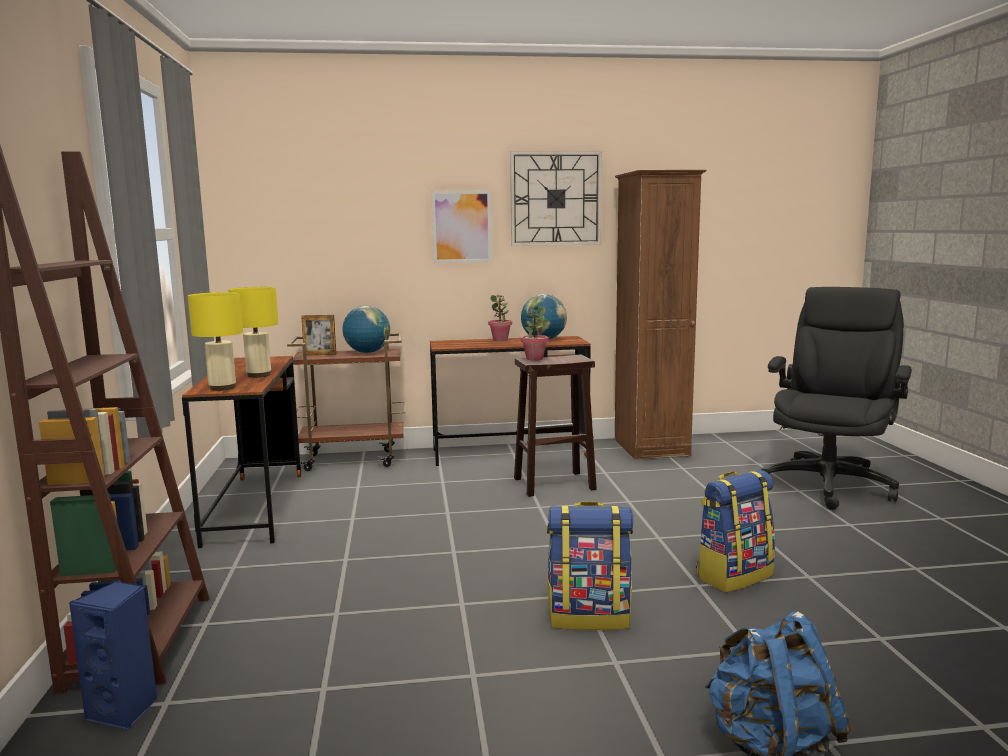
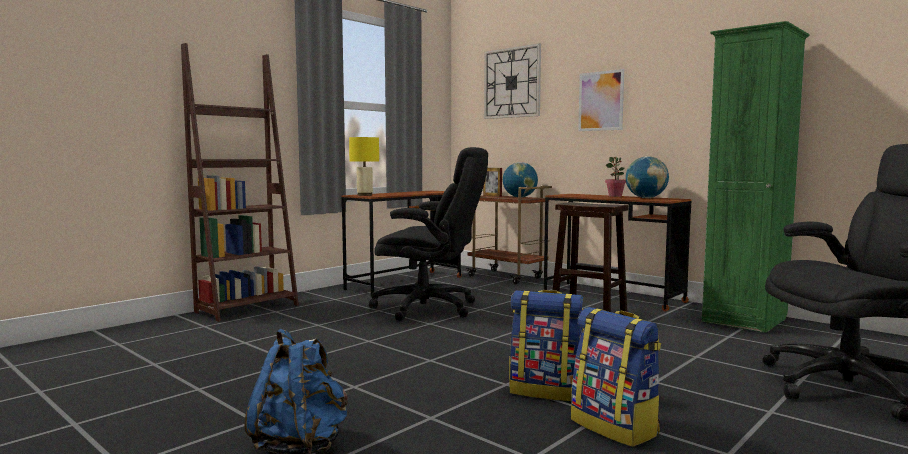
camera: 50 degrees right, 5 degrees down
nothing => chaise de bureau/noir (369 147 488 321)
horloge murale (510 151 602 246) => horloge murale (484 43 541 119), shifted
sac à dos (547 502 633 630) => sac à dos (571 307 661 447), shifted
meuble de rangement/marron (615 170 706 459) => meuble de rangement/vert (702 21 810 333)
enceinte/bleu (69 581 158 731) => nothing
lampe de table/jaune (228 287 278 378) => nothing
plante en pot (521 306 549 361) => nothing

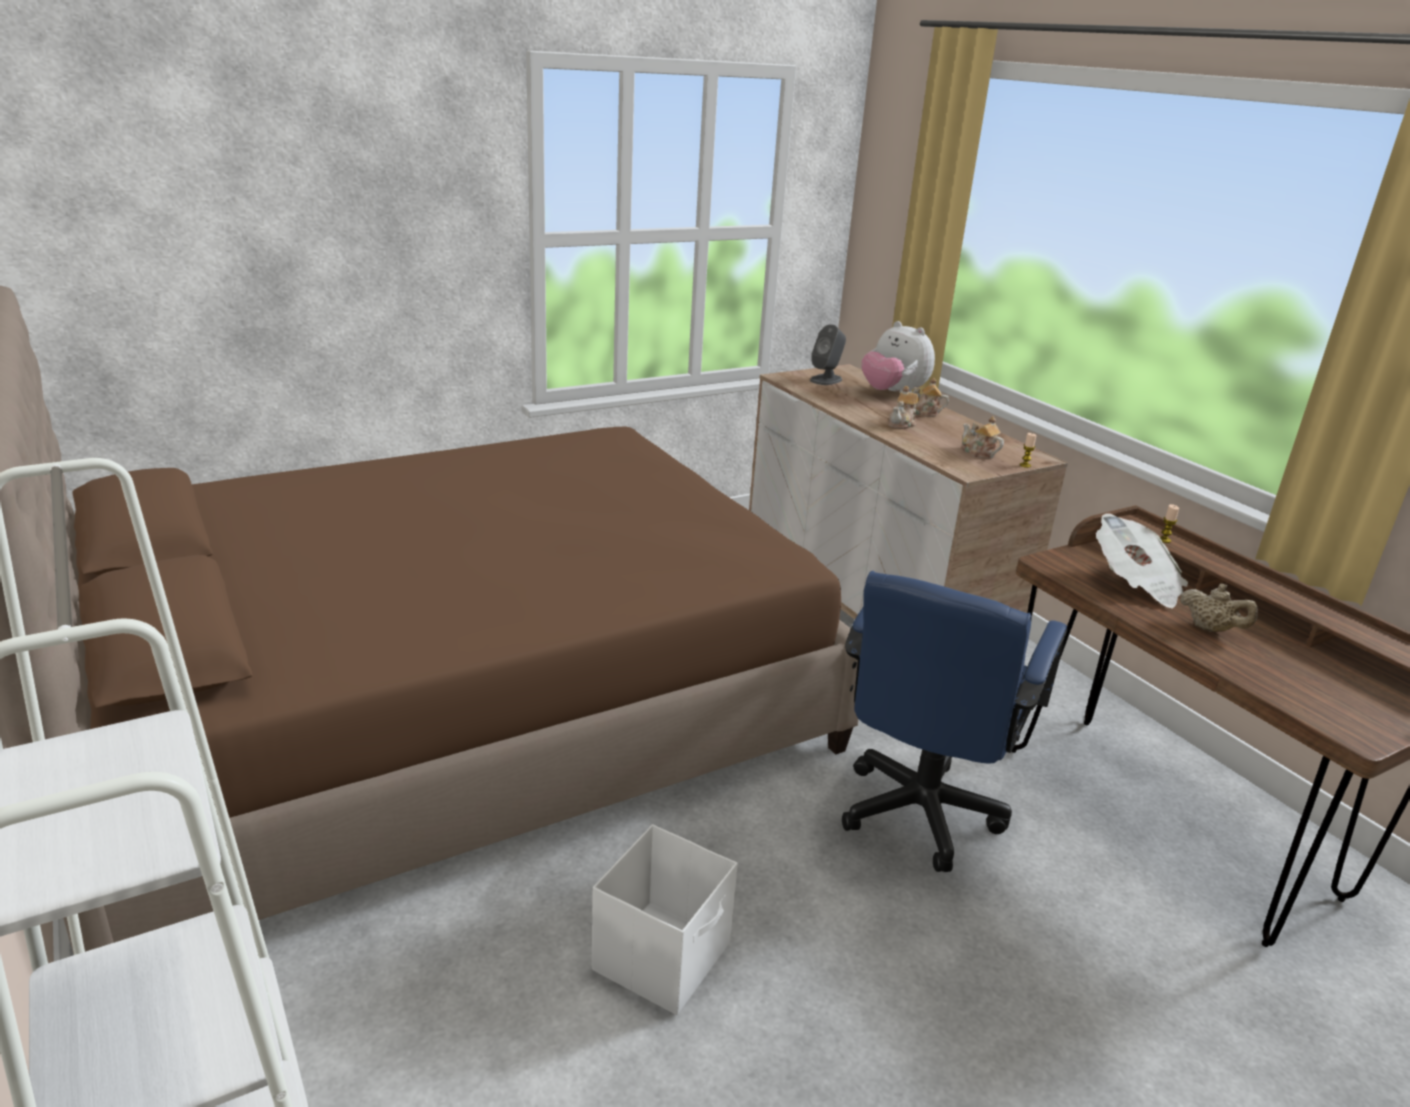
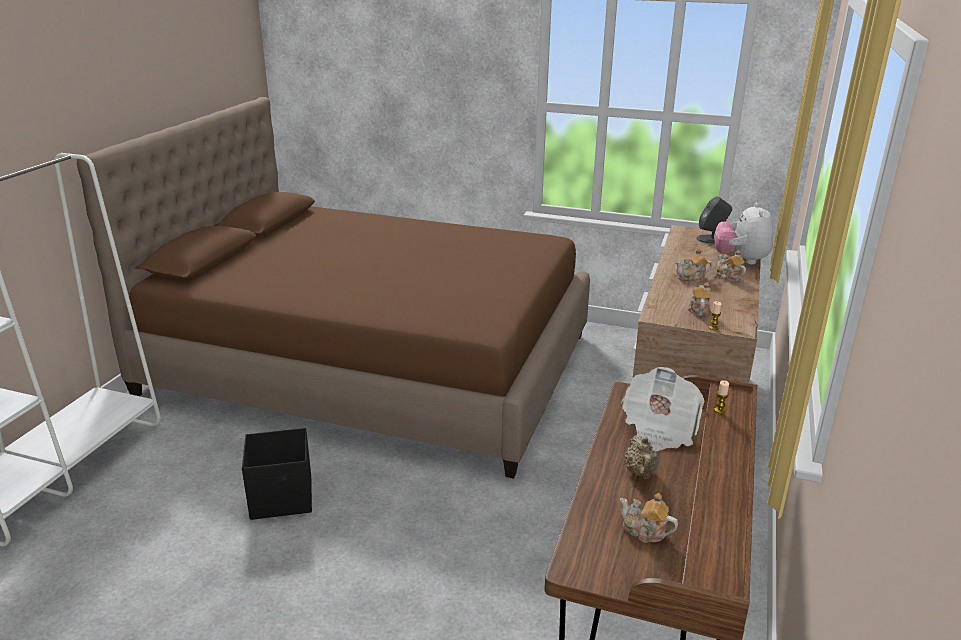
camera: 50 degrees right, 0 degrees up
boîte de rangement/blanc (592 825 738 1015) => boîte de rangement/noir (242 428 312 520)
nothing => théière (620 493 678 543)
chaise de bureau/bleu (842 571 1067 872) => nothing

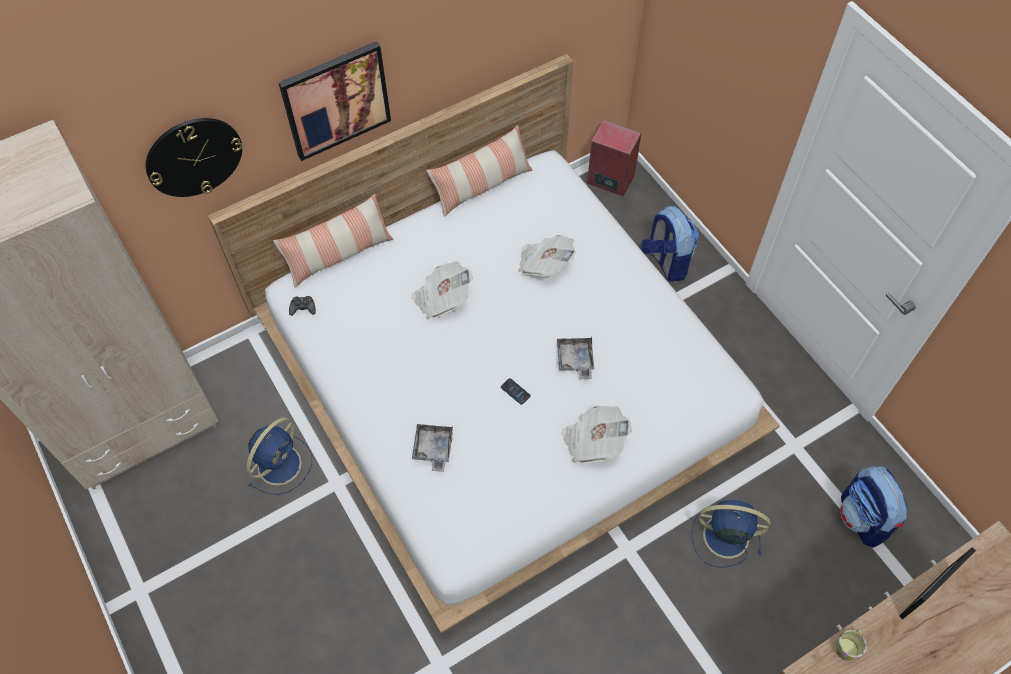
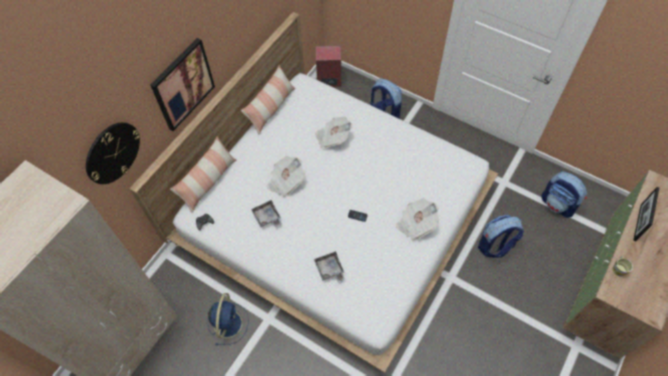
camera: 25 degrees left, 0 degrees up
plateau/gris (557 337 594 379) => plateau/gris (251 200 282 227), shifted
ventilateur/bleu (692 500 770 568) => sac à dos (478 215 524 258)

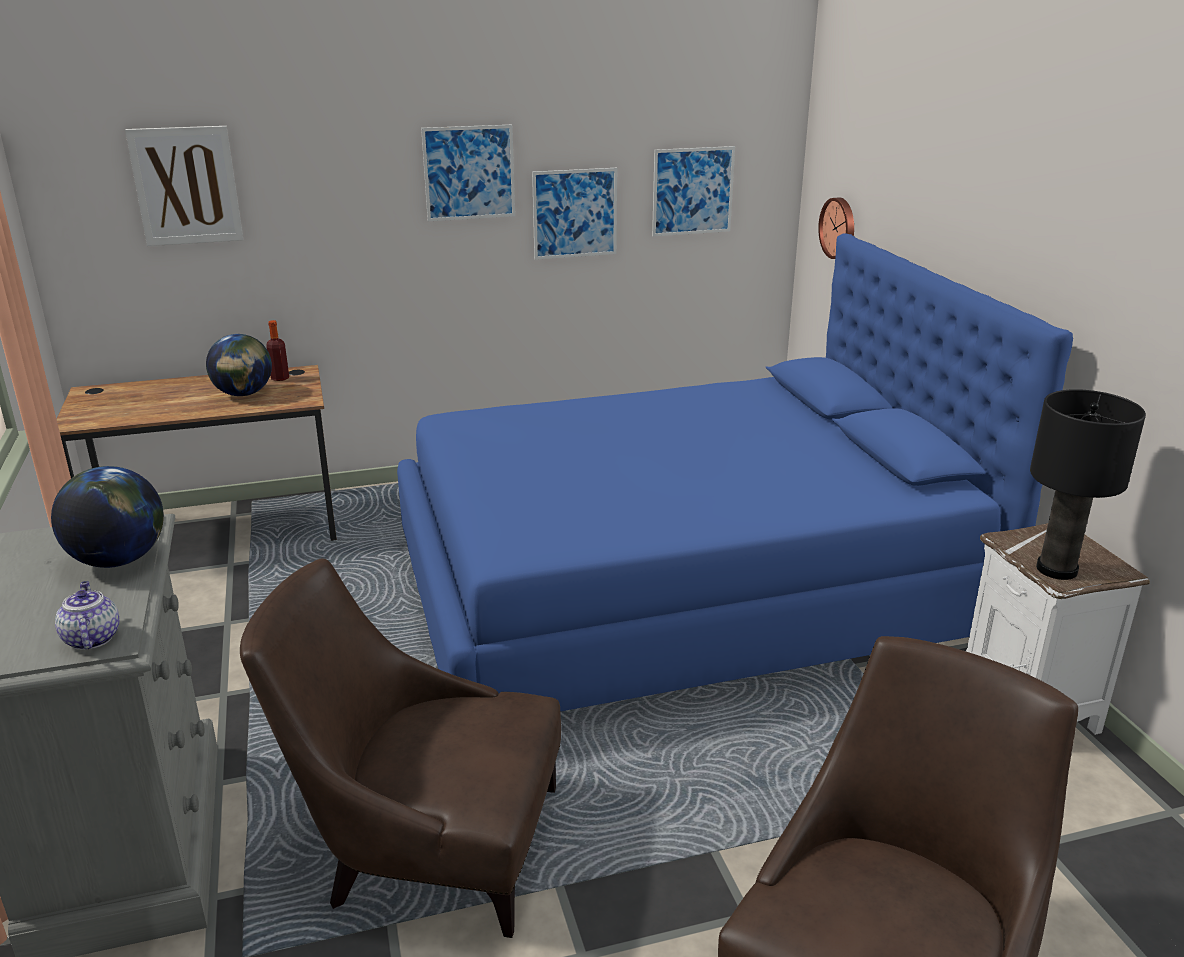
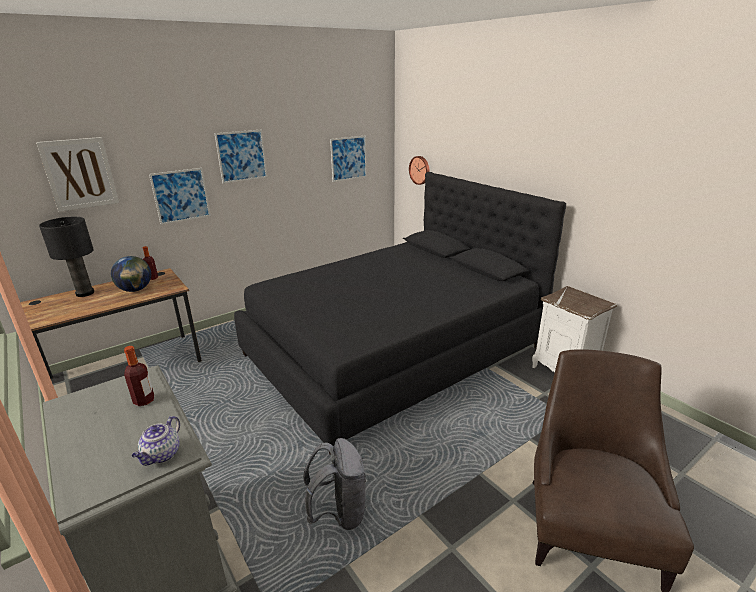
camera: 20 degrees left, 0 degrees up
lampe de table/noir (1030 389 1146 580) => lampe de table/noir (39 217 94 297), shifted
globe (51 466 164 568) => bouteille (124 346 154 406)
théière (55 581 119 650) => théière (132 416 180 466), 120 degrees counterclockwise
tableau (532 168 617 260) => tableau (149 168 211 225), shifted
lit/bleu (397 233 1073 712) => lit/noir (234 172 566 455)
fauteuil/marron (240 559 561 938) => sac à dos/gris (303 438 367 530)

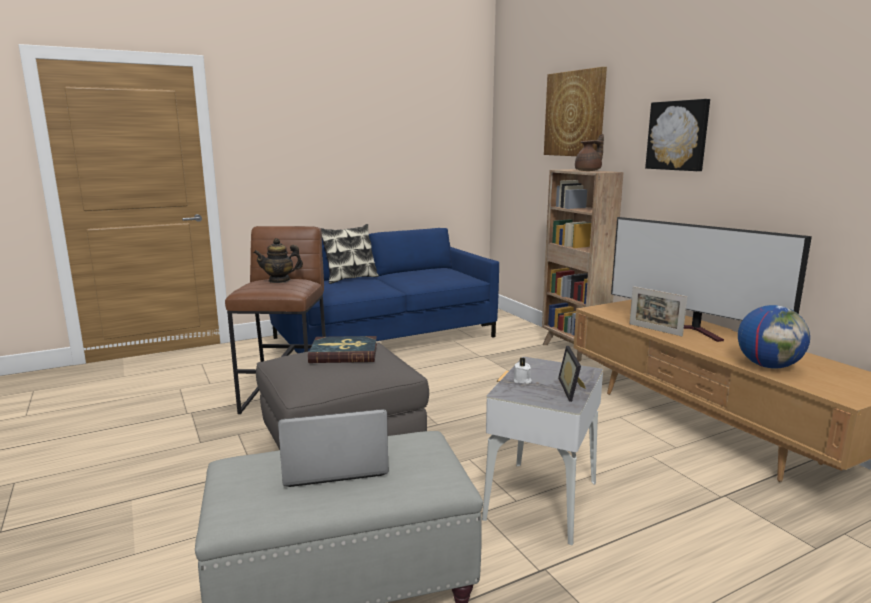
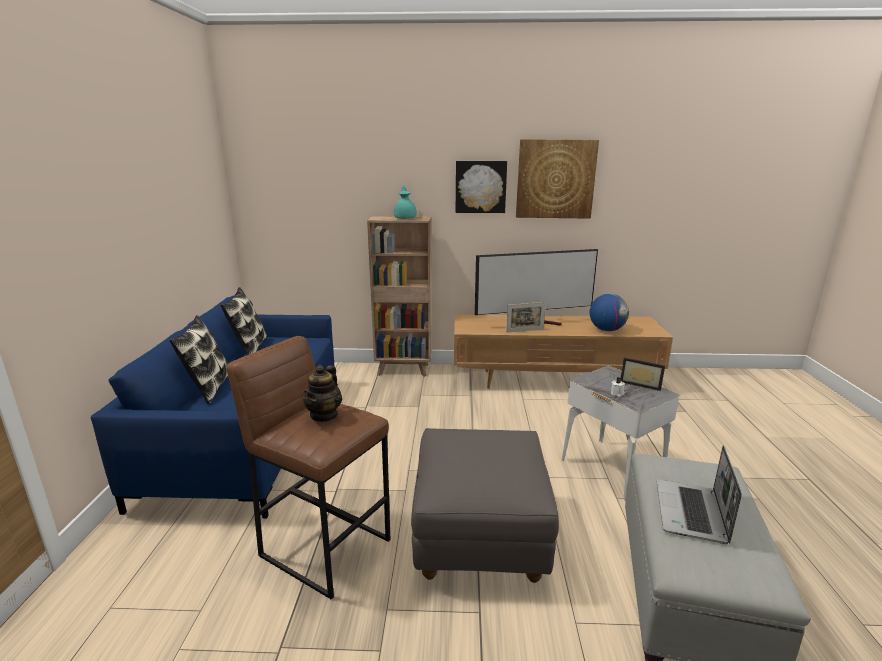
camera: 60 degrees left, 5 degrees up
nothing => coussin (221 287 267 355)
théière/marron (575 134 604 171) => théière/turquoise (394 185 417 219)
tableau (544 67 607 156) => tableau (516 139 599 219), shifted
livre (308 336 377 363) => nothing

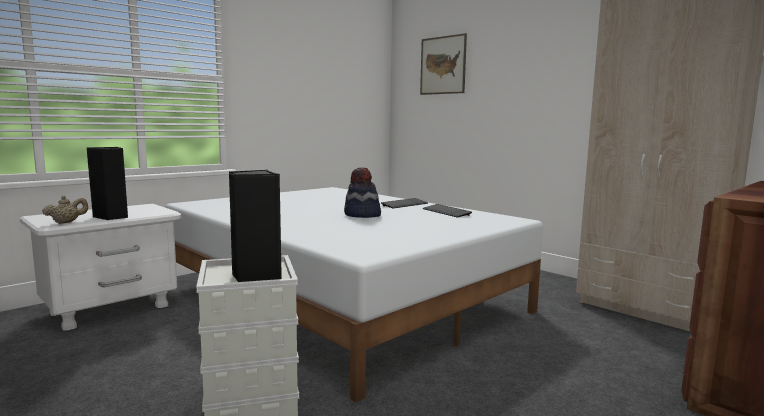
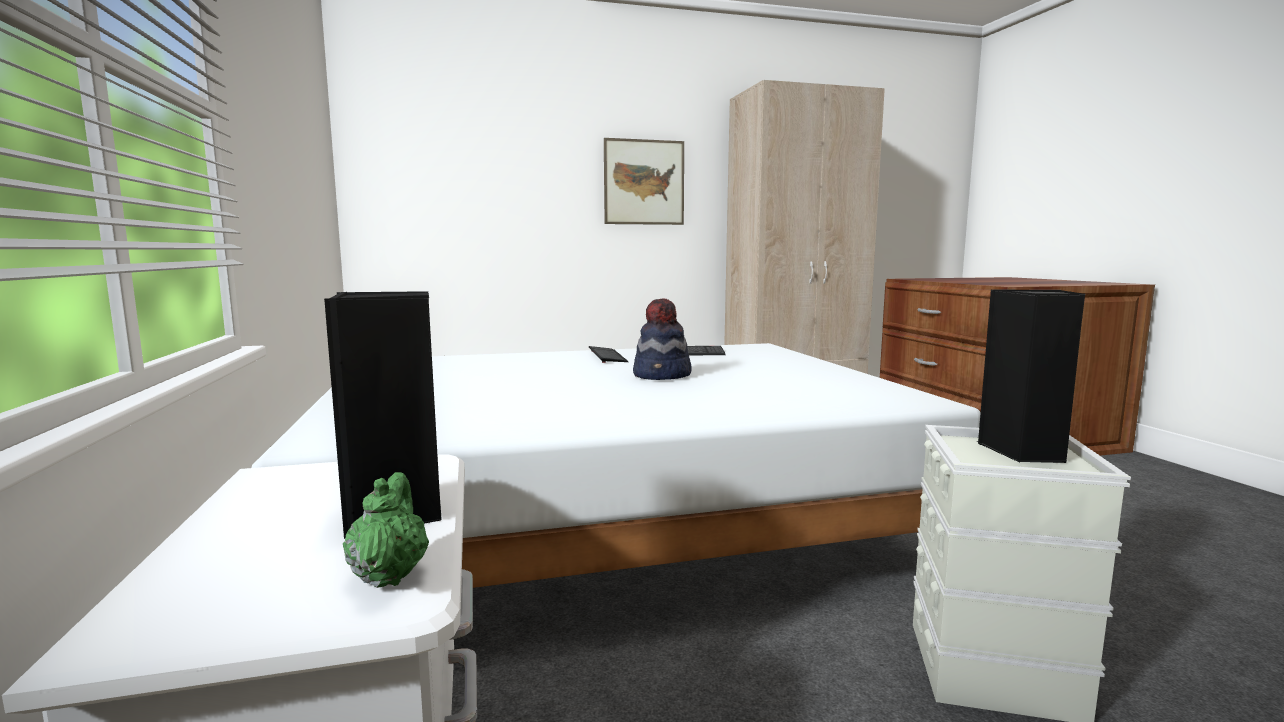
camera: 60 degrees left, 0 degrees up
théière/beige (42 195 88 224) => théière/vert (343 472 429 588)
tableau (420 33 467 95) => tableau (604 138 684 225), shifted

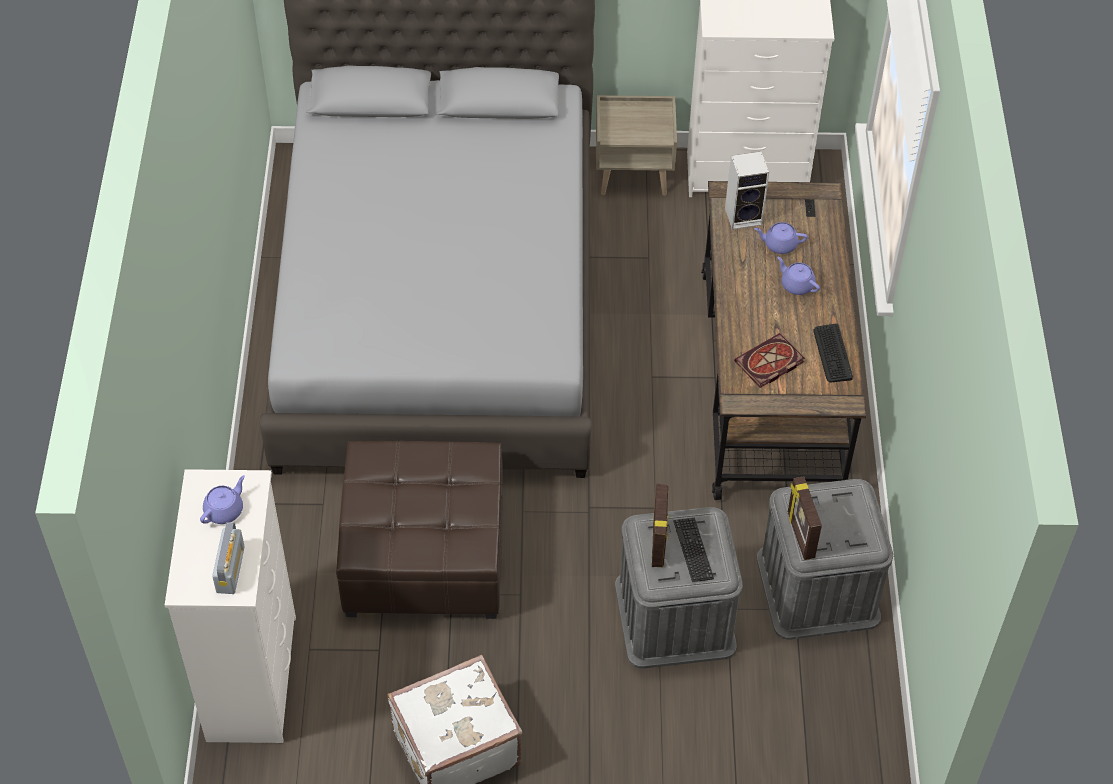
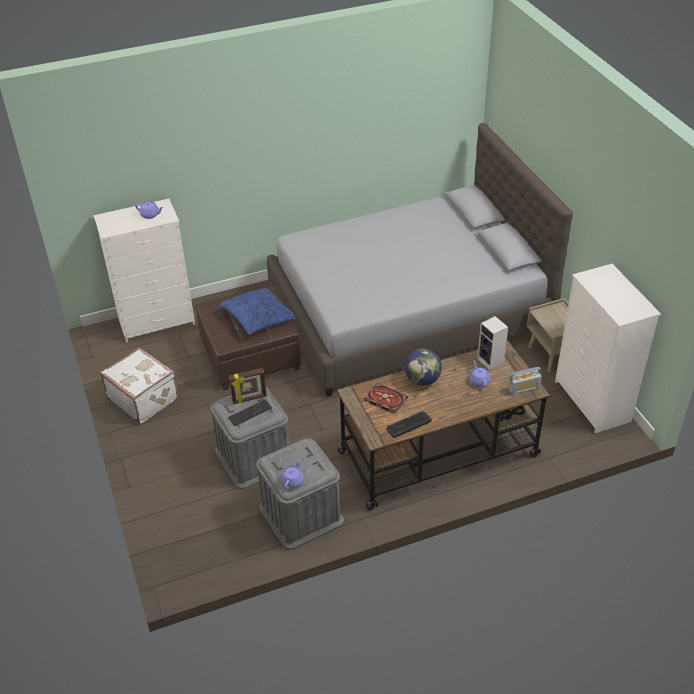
camera: 70 degrees right, 10 degrees down
nothing => coussin/bleu (220 288 295 335)
théière/violet (777 257 820 295) => théière/violet (281 458 304 489), shifted
nothing => globe (405 349 442 386)
radio (212 522 245 594) => radio (508 367 542 395), shifted
cadre photo (788 476 822 560) => nothing

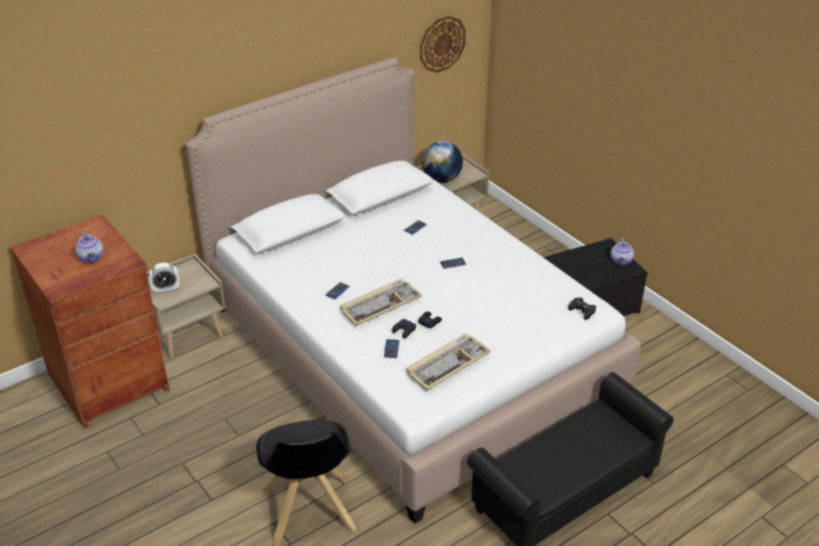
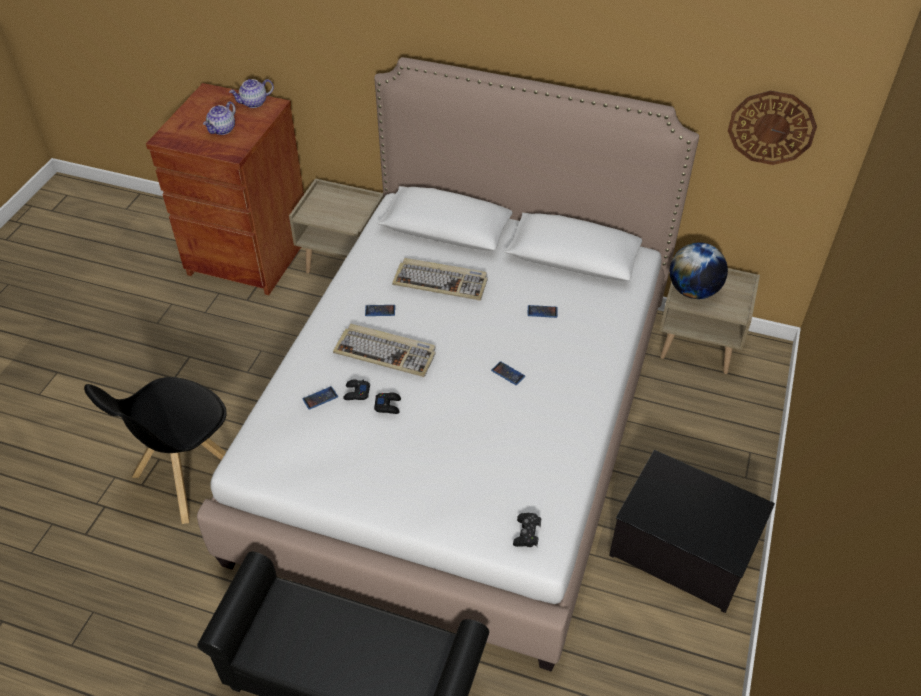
camera: 55 degrees right, 10 degrees up
théière (611 238 634 266) => théière (229 79 274 108), shifted
clavier (406 333 490 391) => clavier (392 258 488 301), shifted
réveil (149 262 179 294) => nothing

